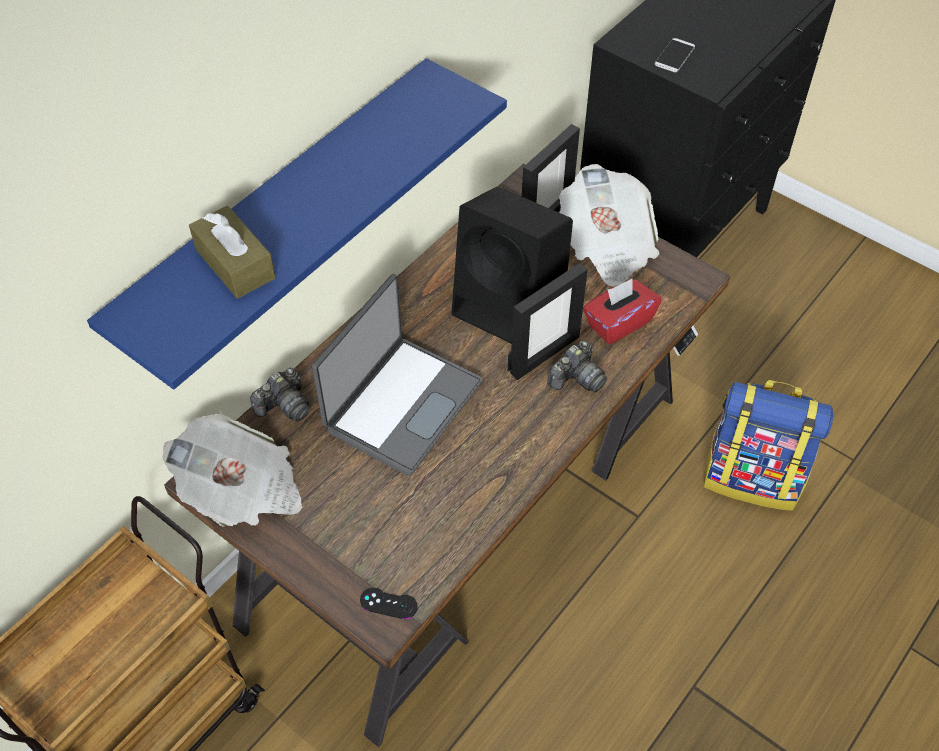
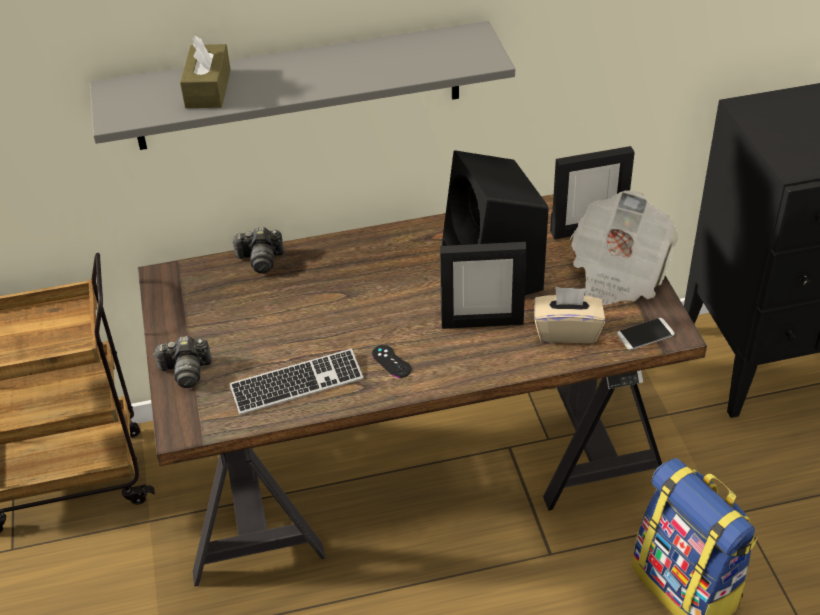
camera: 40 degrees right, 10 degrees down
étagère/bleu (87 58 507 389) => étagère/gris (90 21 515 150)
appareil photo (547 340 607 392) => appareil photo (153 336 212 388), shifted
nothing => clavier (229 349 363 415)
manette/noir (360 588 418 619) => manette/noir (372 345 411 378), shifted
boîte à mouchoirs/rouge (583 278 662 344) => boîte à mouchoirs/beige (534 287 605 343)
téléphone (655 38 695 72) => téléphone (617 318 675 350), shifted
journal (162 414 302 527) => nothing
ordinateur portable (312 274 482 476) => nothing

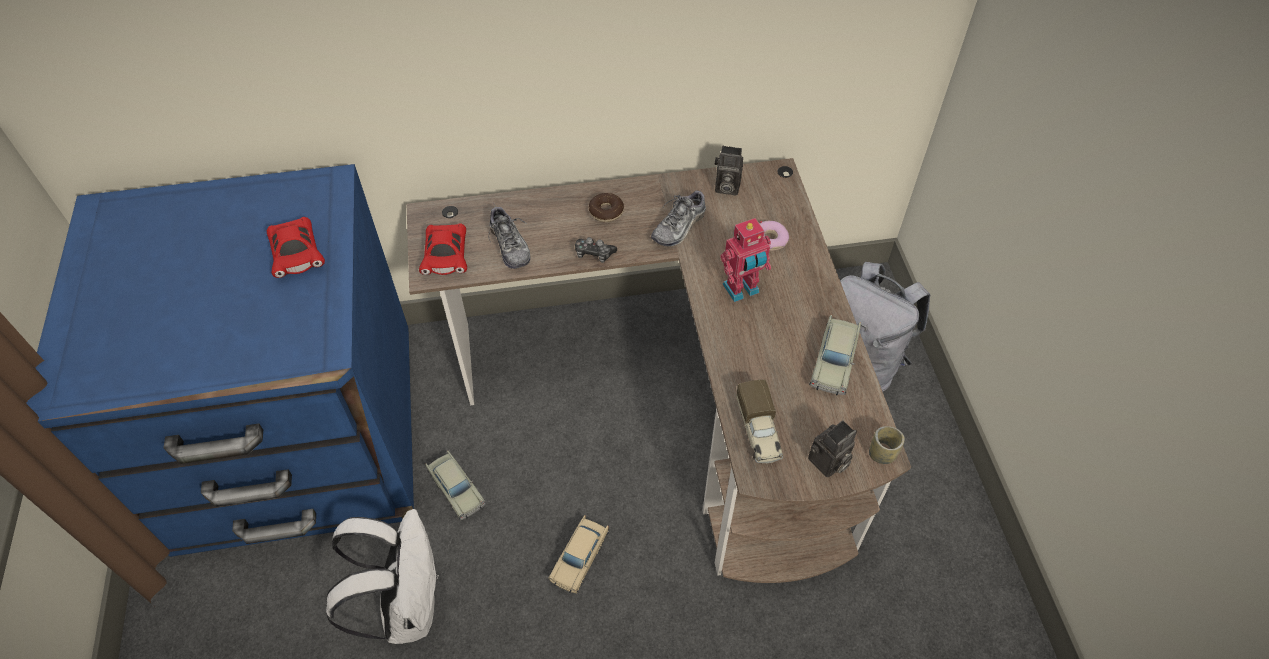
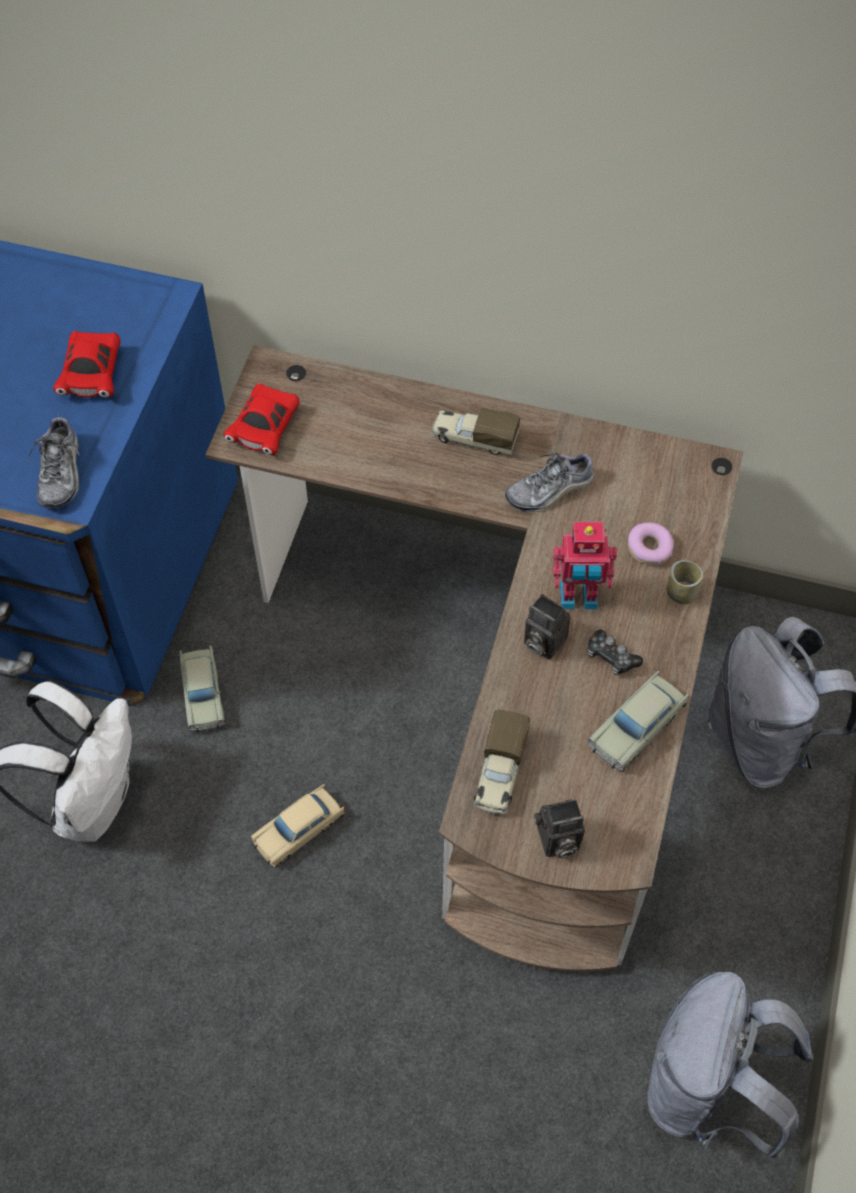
camera: 25 degrees right, 5 degrees up
chaussure (489 204 531 269) => chaussure (28 415 79 508), shifted
beignet (589 193 624 222) => camion jouet (431 407 520 455)
appareil photo (715 146 743 196) => appareil photo (524 594 570 660), shifted
manette (575 237 617 263) => manette (588 629 643 675), shifted
nothing => sac à dos/gris (648 972 813 1162)
tasse (869 426 905 464) => tasse (667 560 704 604), shifted

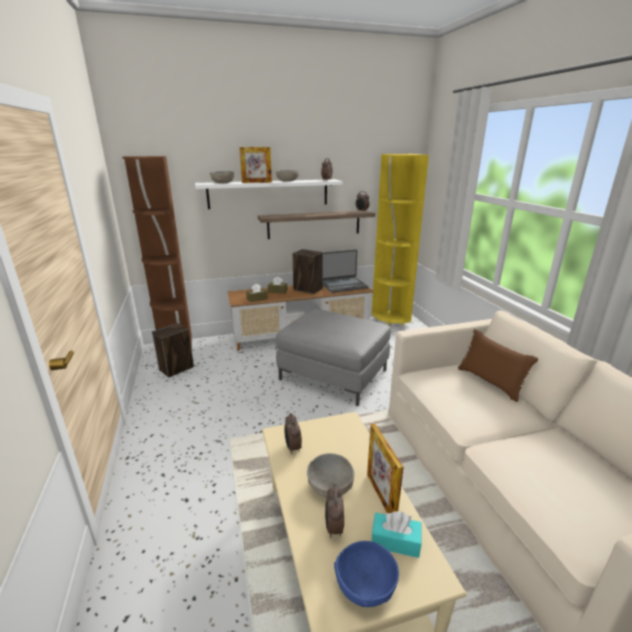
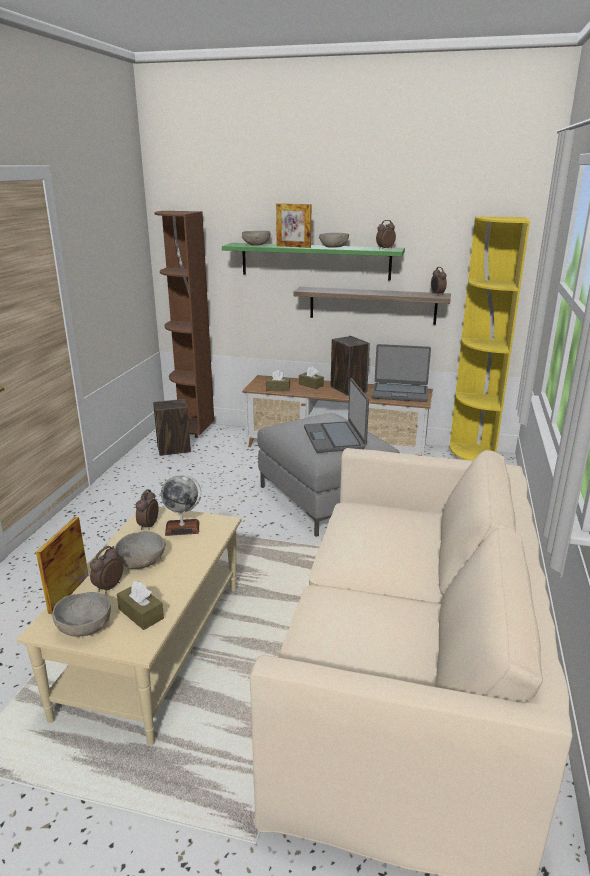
camera: 30 degrees right, 0 degrees up
cadre photo (367 423 403 513) => cadre photo (36 517 89 614), shifted
bol/bleu (334 541 399 607) => bol/gris (52 592 111 637)
boîte à mouchoirs/turquoise (372 511 422 558) => boîte à mouchoirs/marron (117 581 164 630)
nothing => globe (161 475 201 536)
étagère/blanc (195 179 343 209) => étagère/vert (222 243 405 280)
nothing => ordinateur portable (304 378 369 453)
coussin/marron (458 329 538 402) => nothing

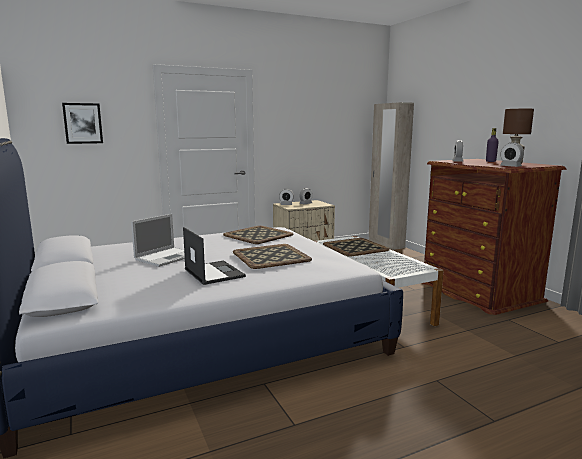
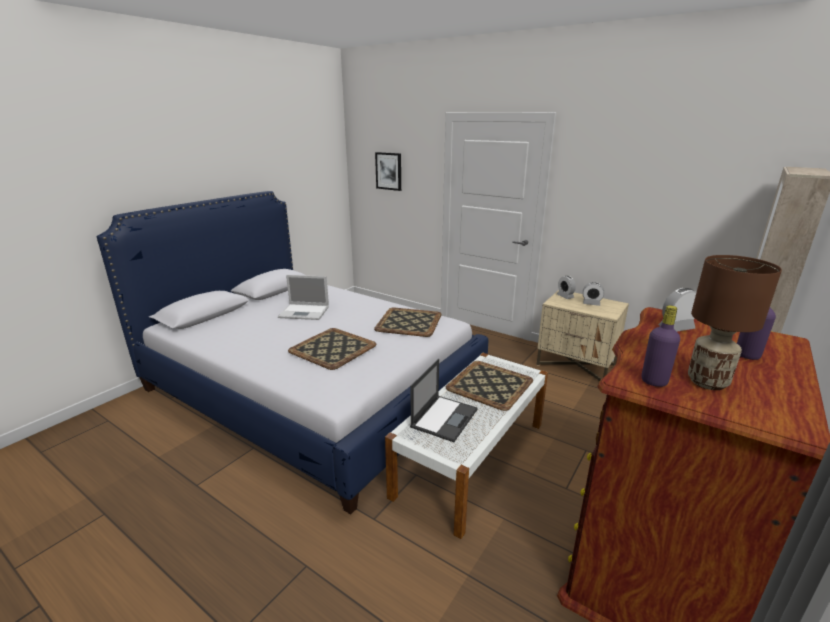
camera: 60 degrees right, 10 degrees up
ordinateur portable (183 227 246 285) => ordinateur portable (410 359 478 442), shifted
réveil (500 142 524 167) => bouteille/violet (641 305 680 387)

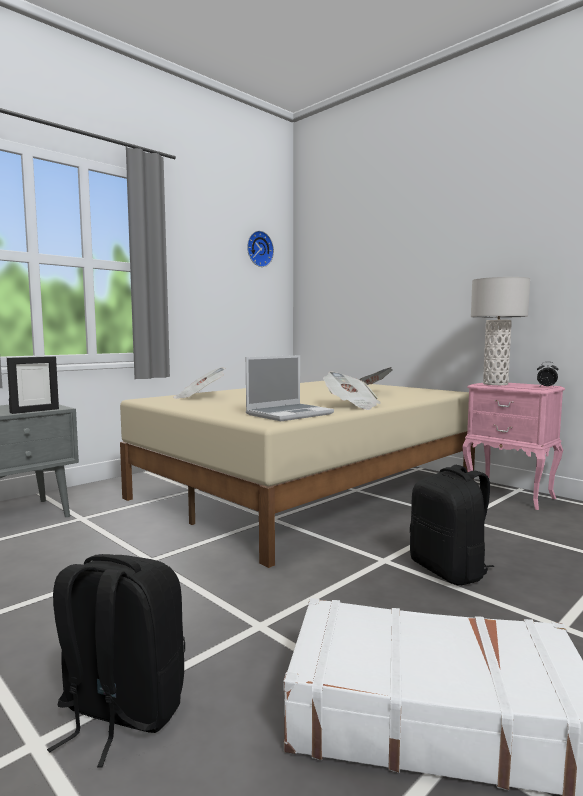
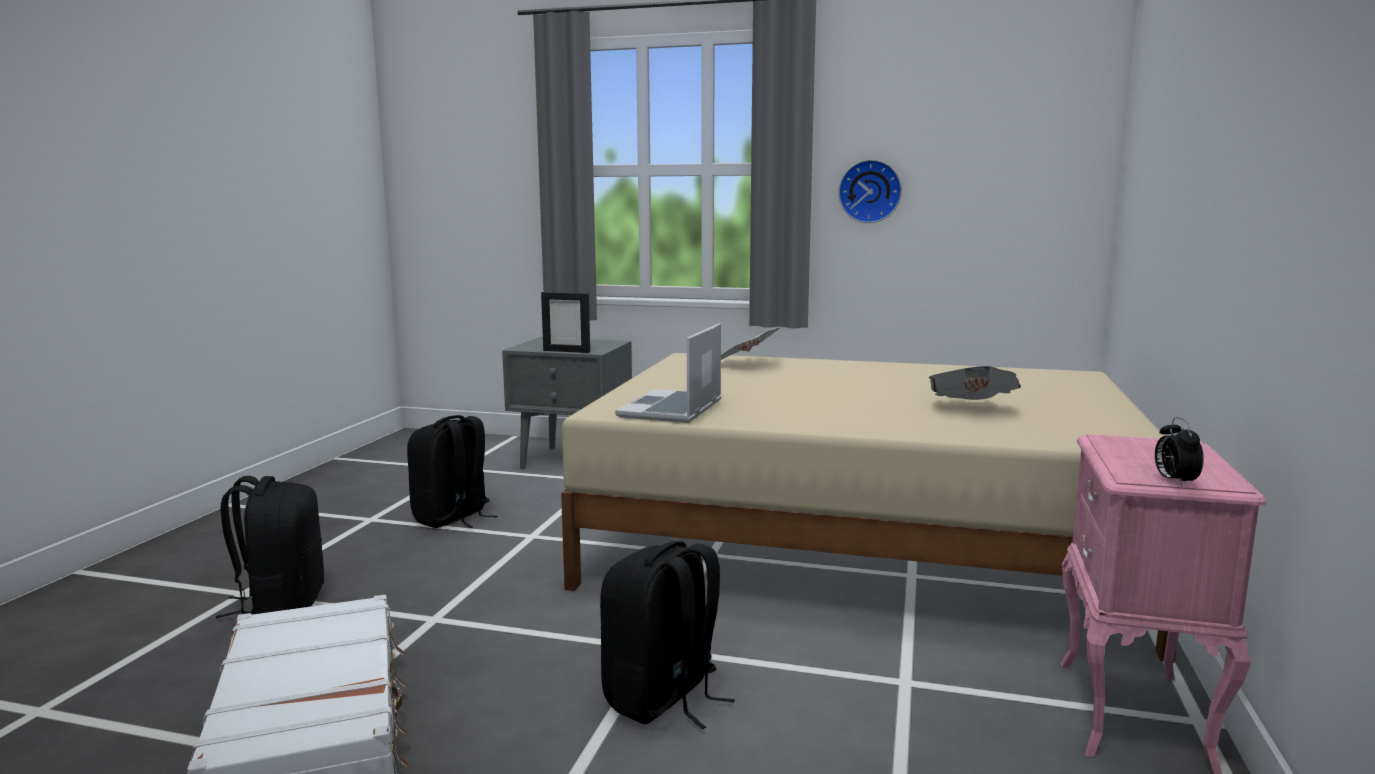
camera: 60 degrees right, 5 degrees up
nothing => sac à dos/noir (407 415 497 528)
ordinateur portable (246 355 334 421) => ordinateur portable (615 323 721 423), 90 degrees clockwise
horloge murale (247 231 274 267) => horloge murale (838 160 902 223), shifted
journal (323 372 381 410) => nothing
lampe de table/blanc (471 277 530 385) => nothing

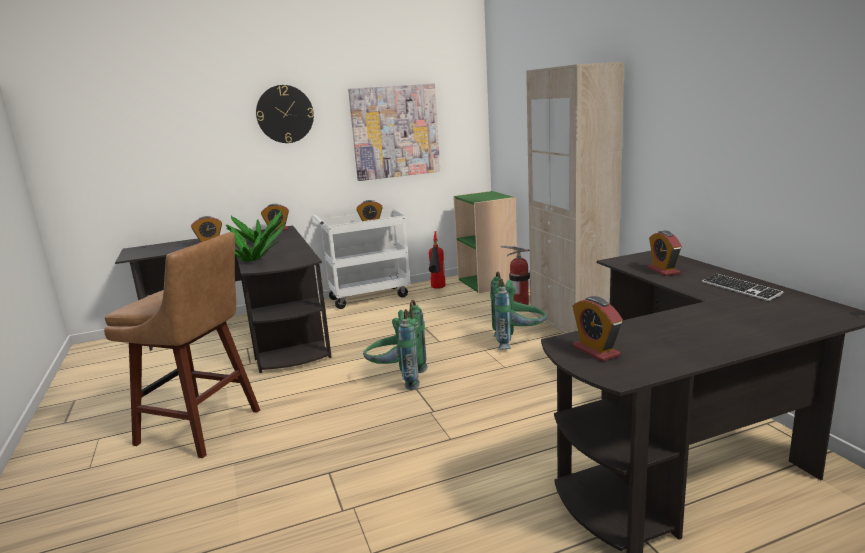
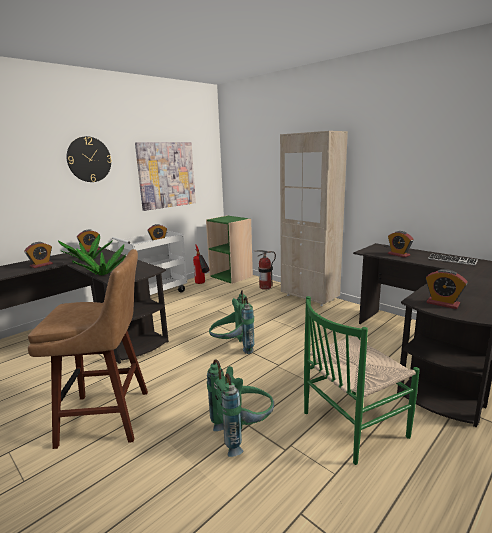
camera: 25 degrees left, 0 degrees up
sac à dos/vert (490 272 547 350) => sac à dos/vert (207 359 274 457), shifted
nothing => chaise/vert (304 296 420 465)

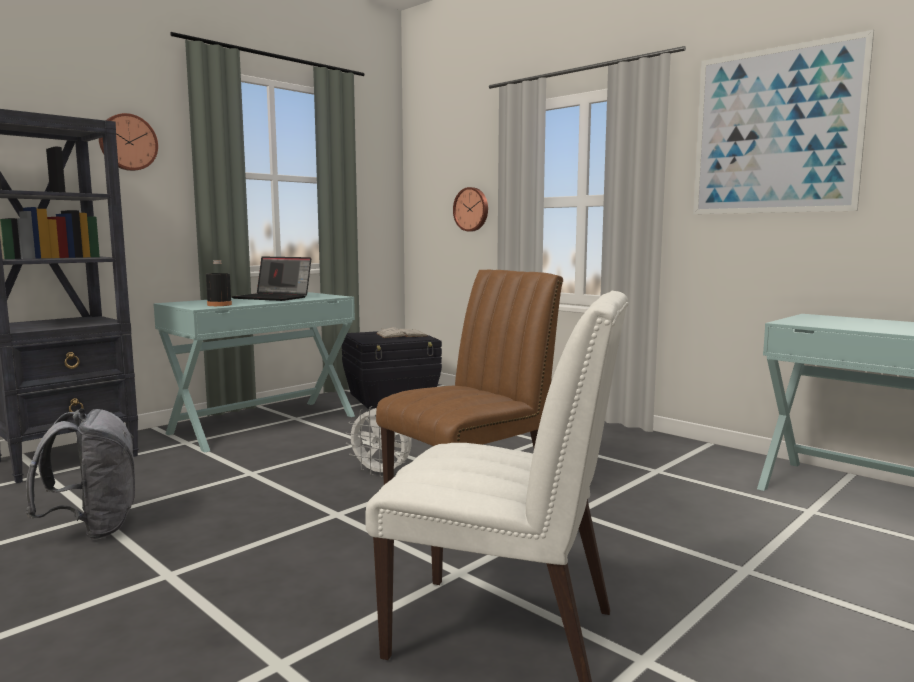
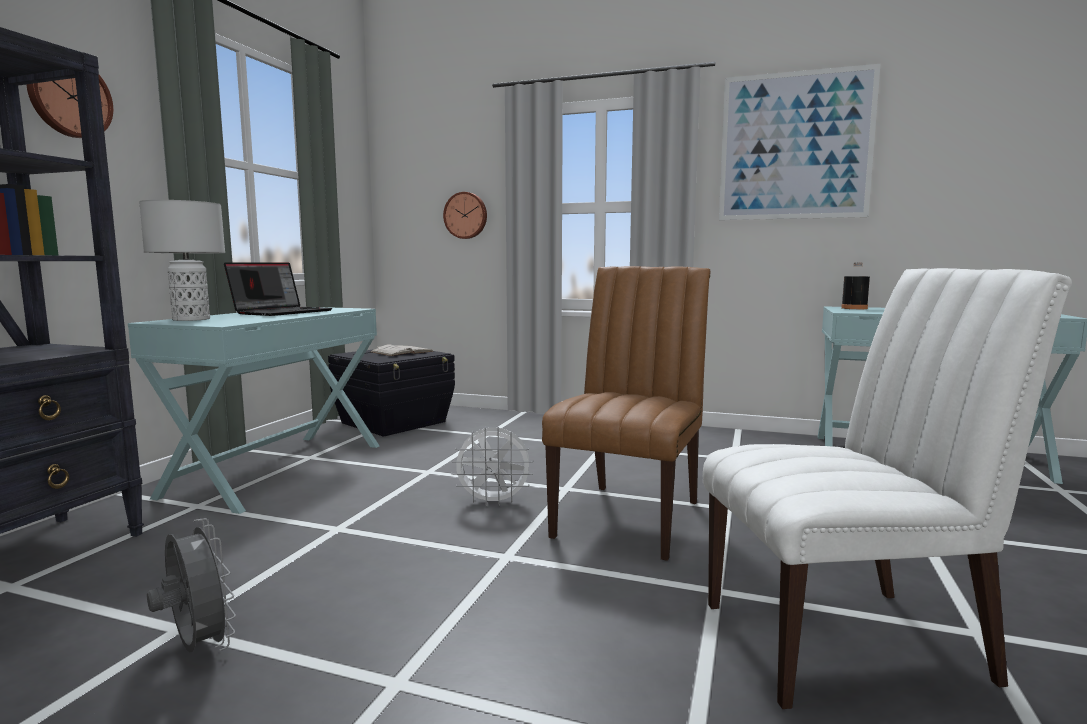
camera: 25 degrees left, 0 degrees up
nothing => lampe de table/blanc (139 200 225 321)
sac à dos/gris (26 408 135 540) => ventilateur/gris (147 518 236 653)
ordinateur portable (232 257 311 301) => ordinateur portable (224 262 332 316), 60 degrees counterclockwise
bouteille/noir (206 260 232 306) => bouteille/noir (841 262 870 309), shifted

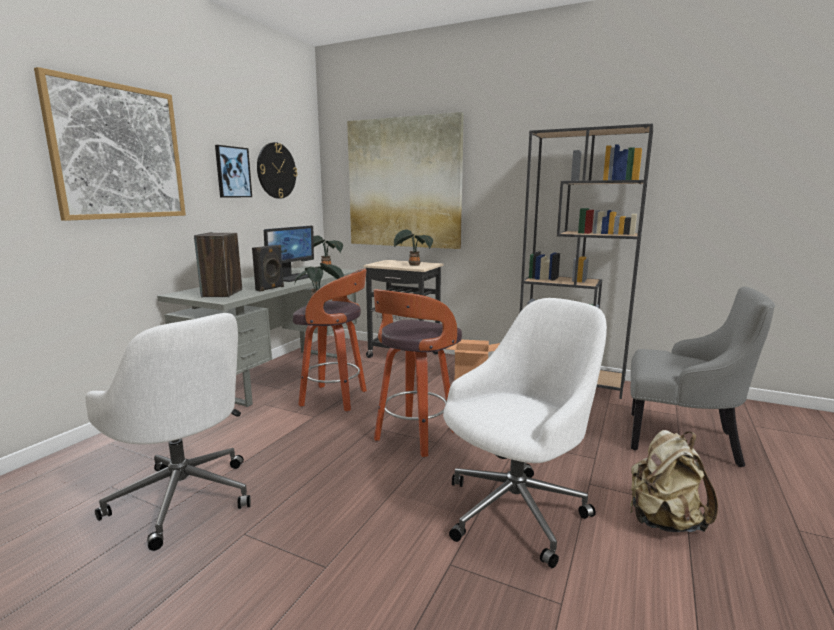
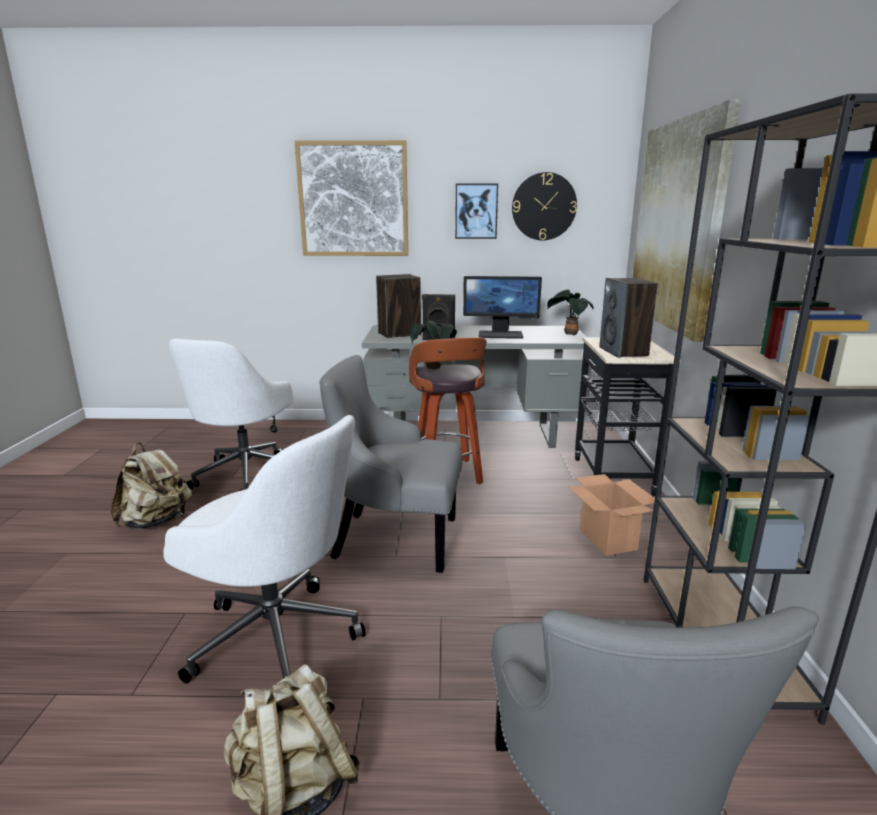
camera: 65 degrees right, 5 degrees up
nothing => sac à dos/beige (110 443 192 529)
tabouret (374 289 462 457) => chaise/gris (319 355 462 573)
plante en pot (394 230 433 266) => enceinte (599 278 658 358)

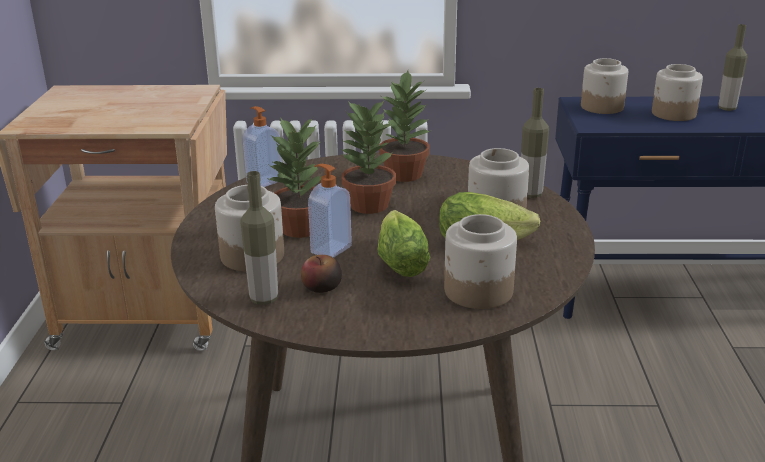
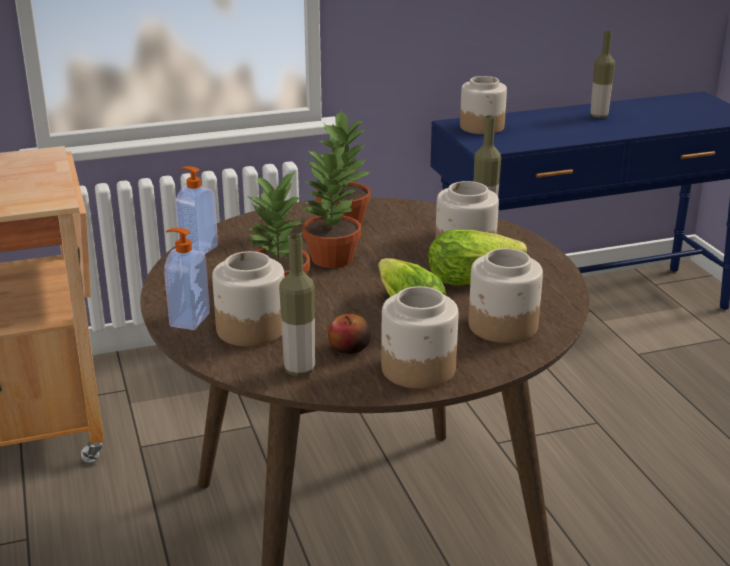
camera: 20 degrees left, 0 degrees up
distributeur de savon (308 164 352 258) => distributeur de savon (164 228 210 330), shifted
bocal (652 64 703 121) => bocal (381 286 459 389), shifted

